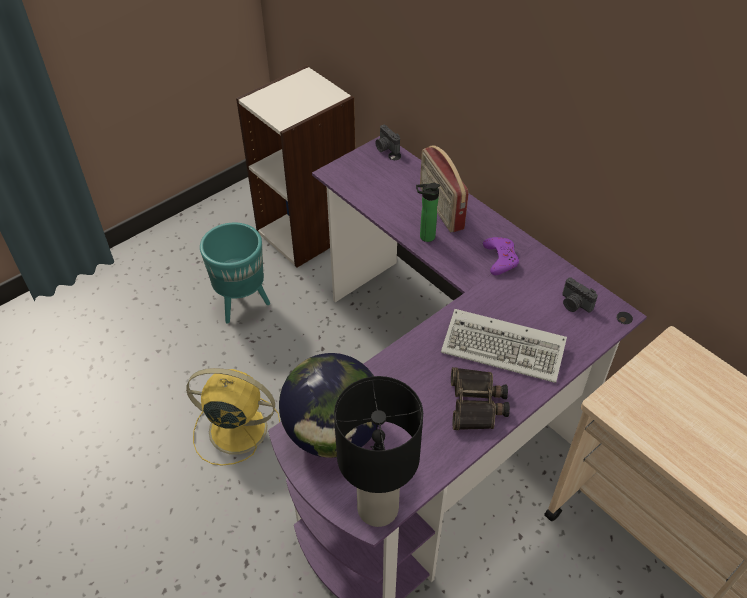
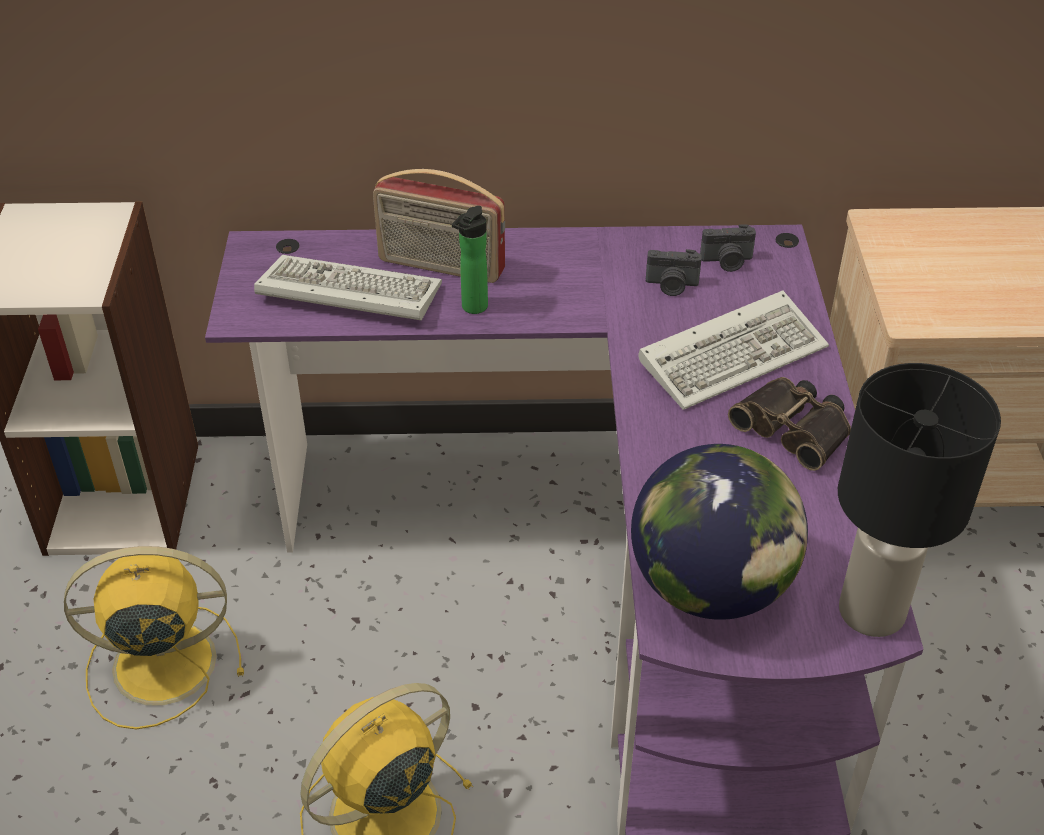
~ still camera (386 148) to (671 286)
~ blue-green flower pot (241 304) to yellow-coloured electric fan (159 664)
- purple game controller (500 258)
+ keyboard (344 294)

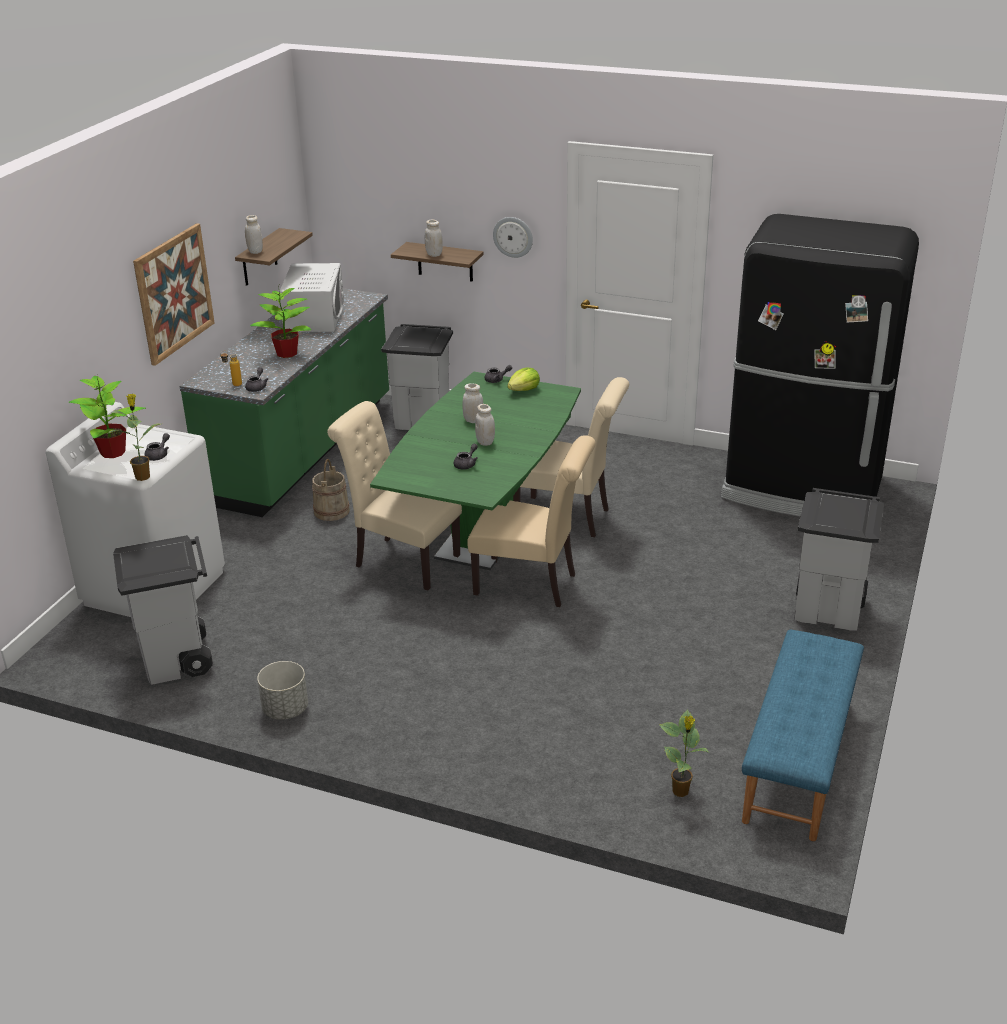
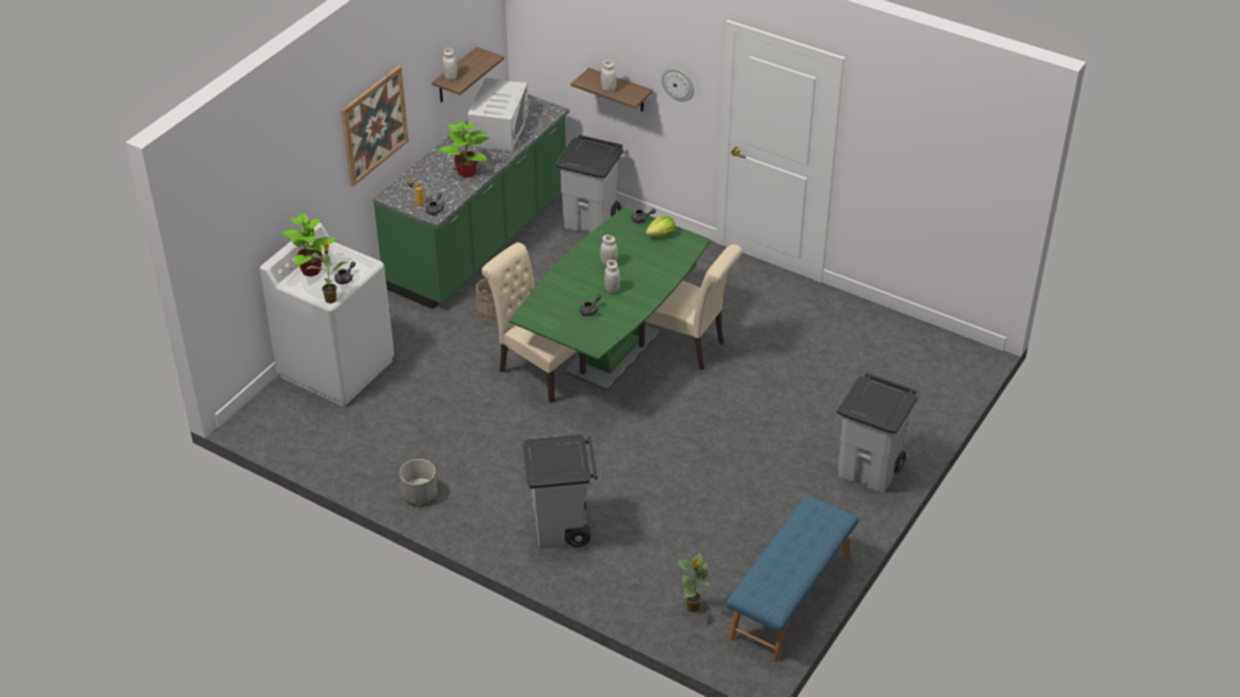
- black-coloured refrigerator (803 489)
- beige plain chair (532 584)
~ greyish waste bin (178 661) to (562 529)

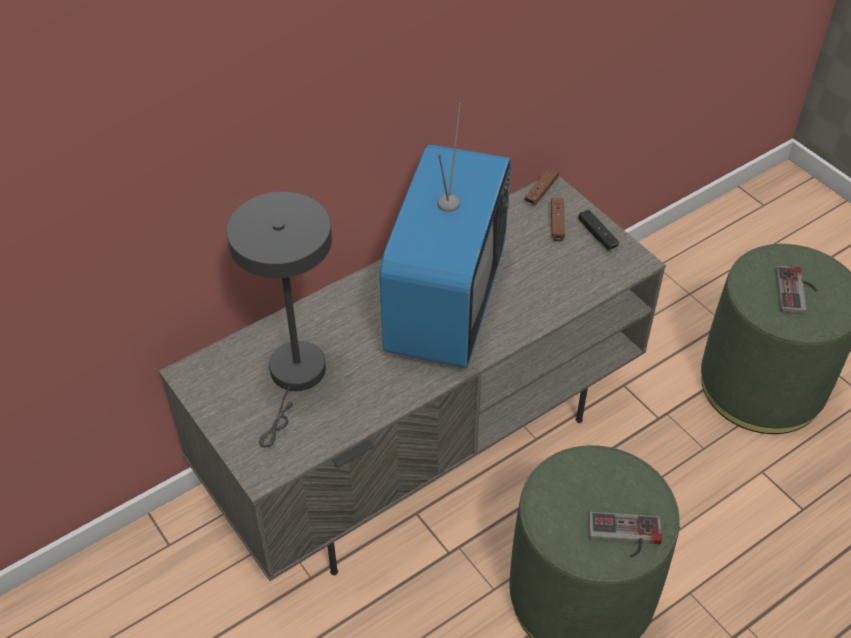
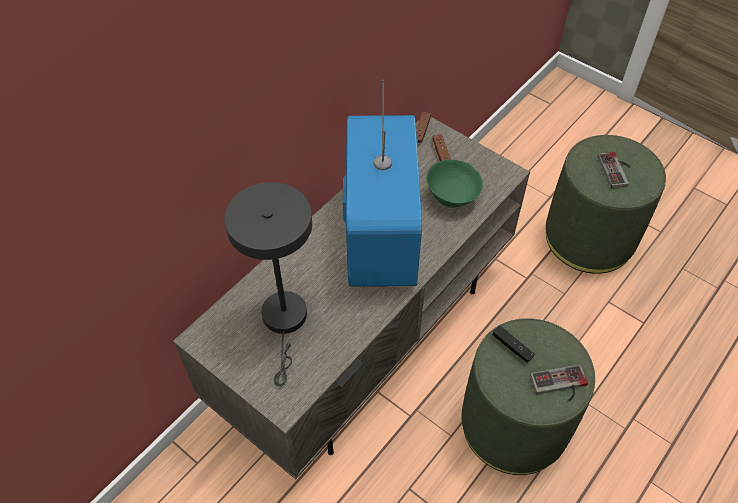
~ black-coloured game controller (597 235) to (512 347)
+ greenish deep dish (452 198)

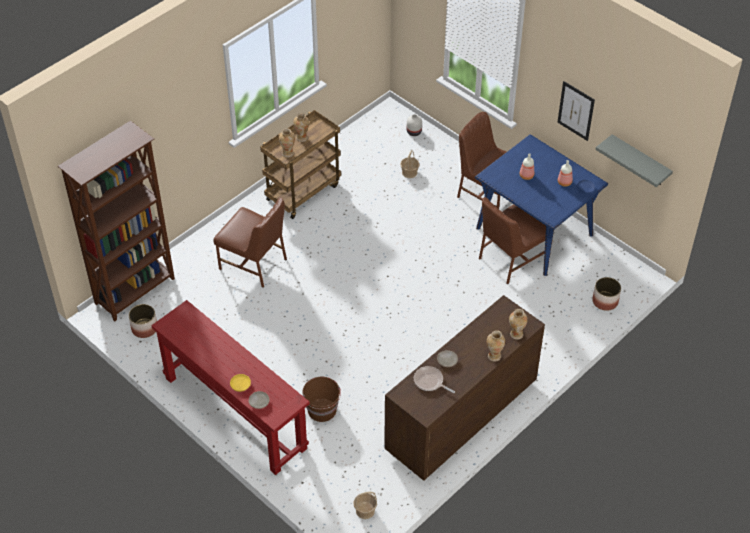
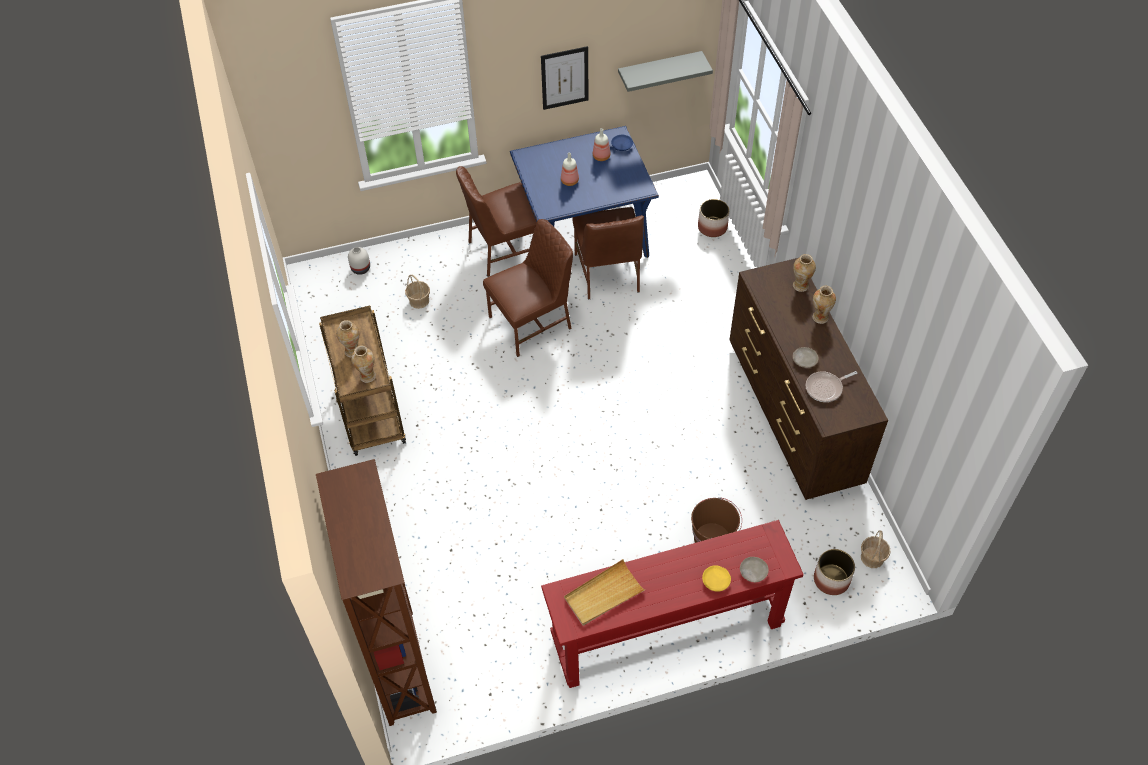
~ brown-coloured plain chair (254 264) to (532 323)
~ flower pot (144 328) to (831 579)
+ beige tray (603 594)

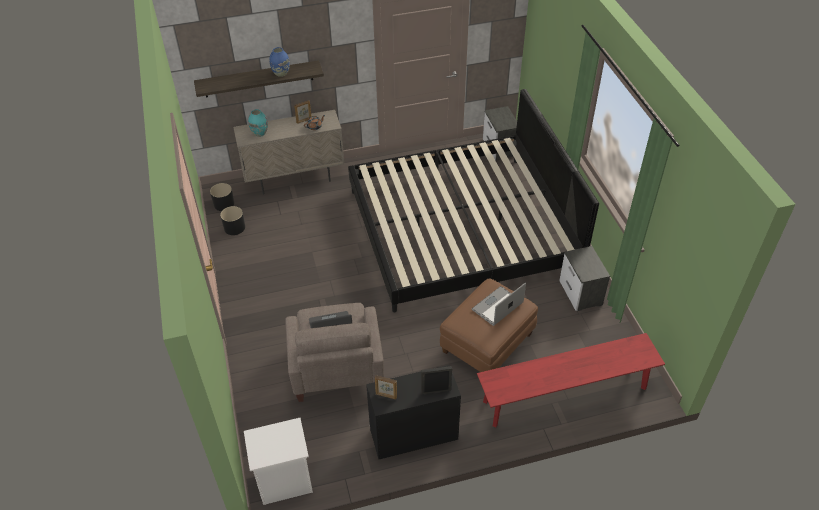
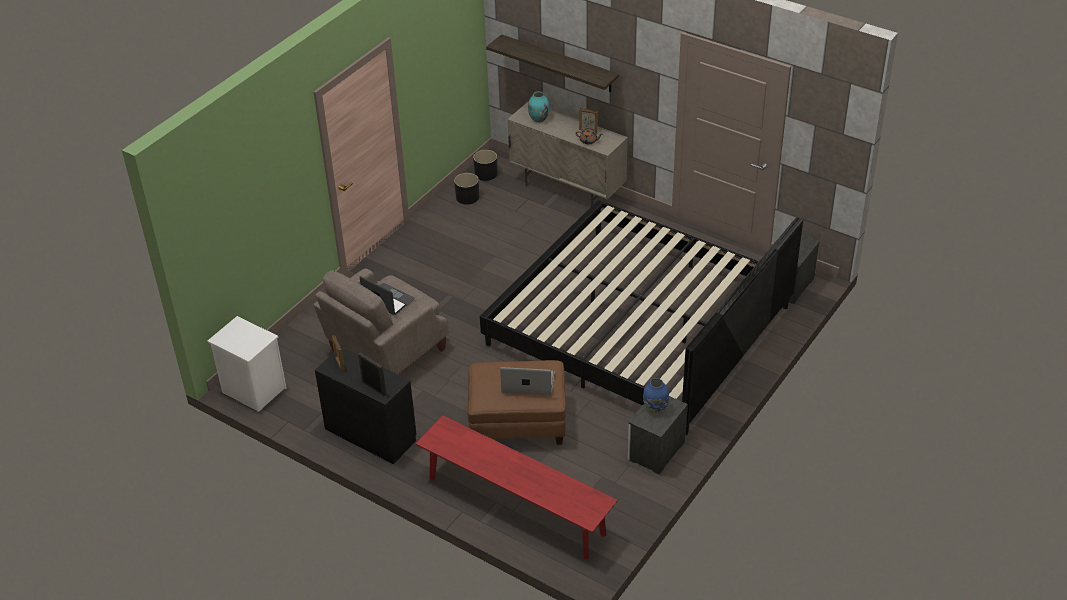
~ blue-coloured vase (281 73) to (655 408)

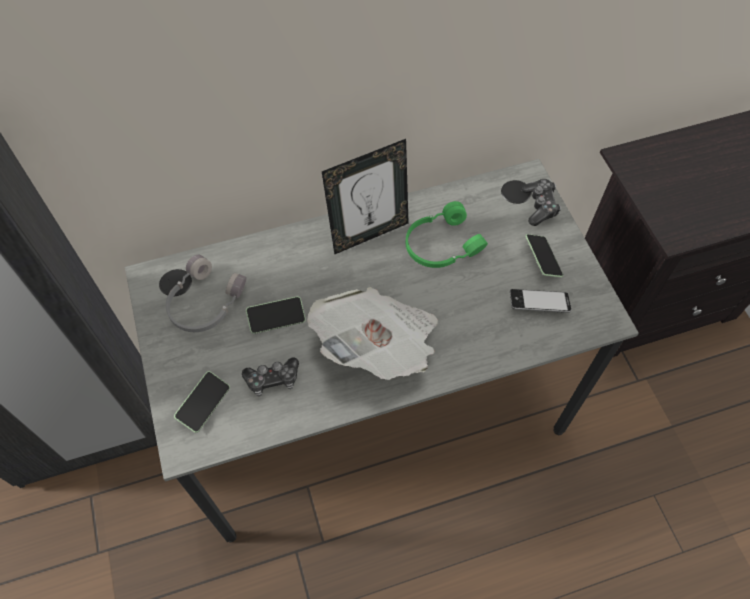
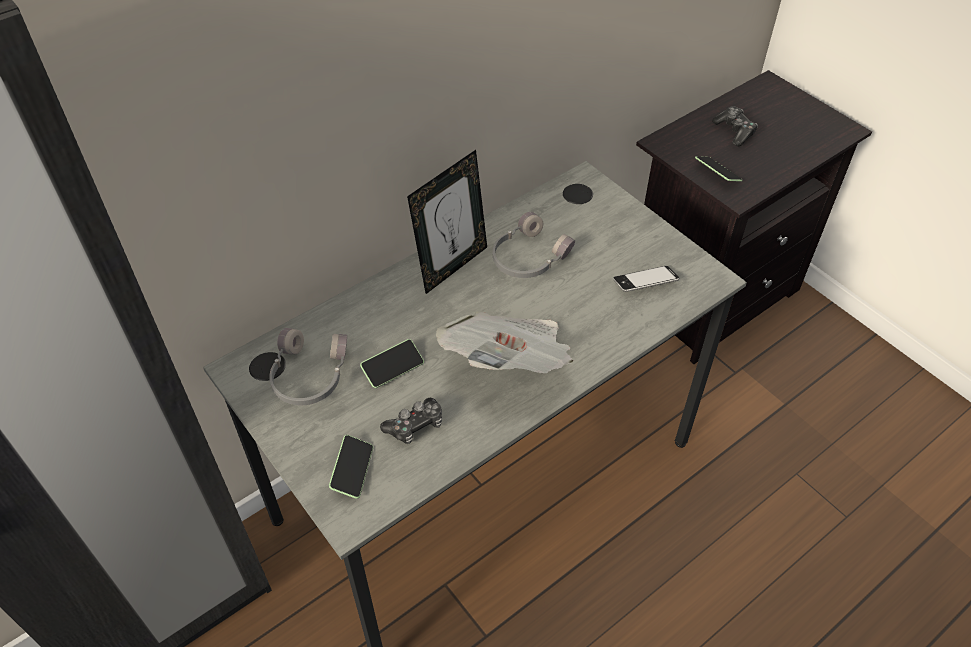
~ game controller (540 206) to (734 131)
~ greenish pair of headphones (441 244) to greyish pair of headphones (528 257)
~ phone (542 259) to (716 174)

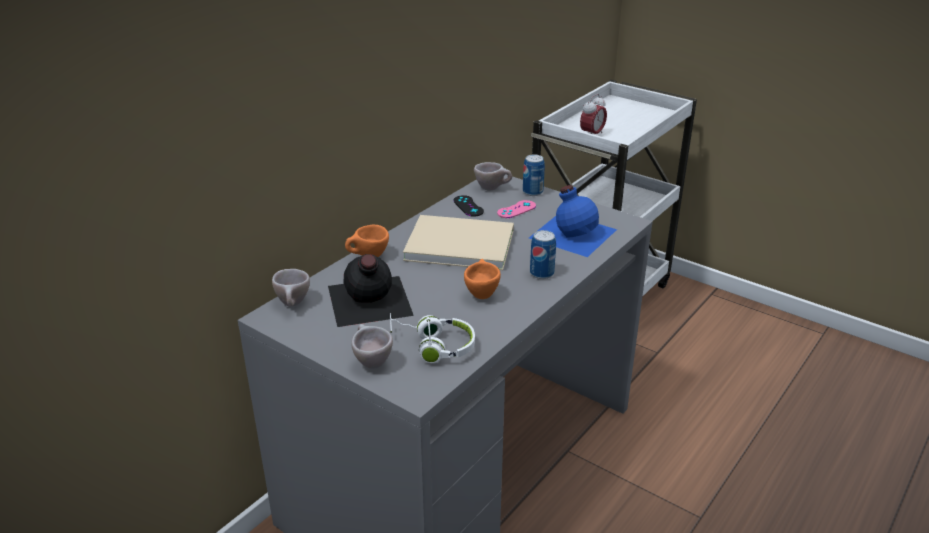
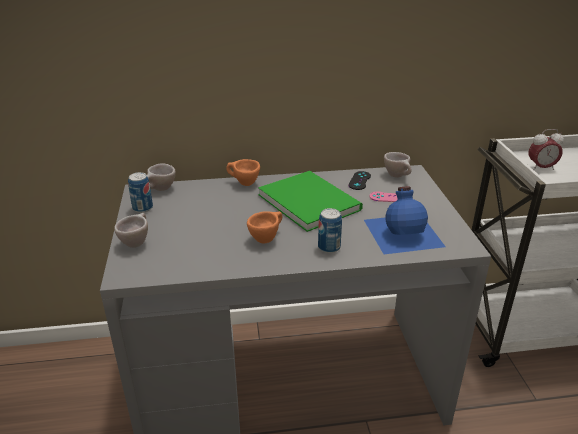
~ metal can (532 192) to (142 208)
~ beige book (457 243) to greenish book (309 200)
- black-coloured beverage bottle (368 301)
- white pair of headphones (432 346)

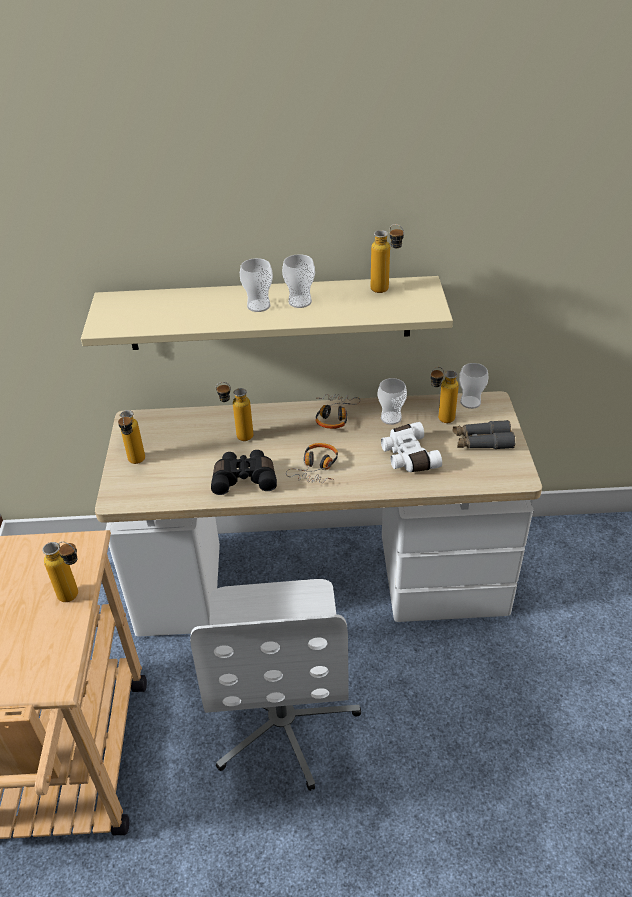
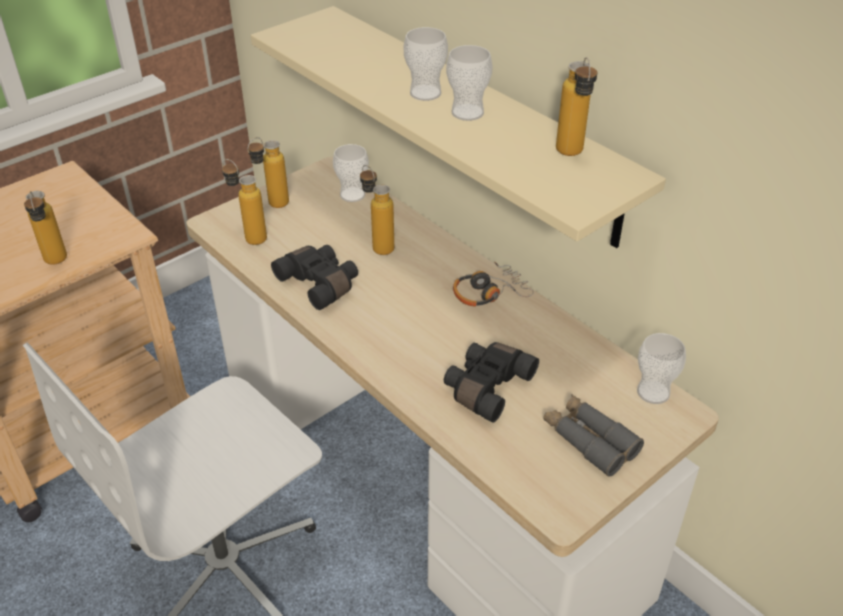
~ beverage bottle (440 420) to (249 236)
~ small cup (391 418) to (352 195)
~ white field glasses (407 456) to black-coloured field glasses (486 386)
- pair of headphones (316 468)

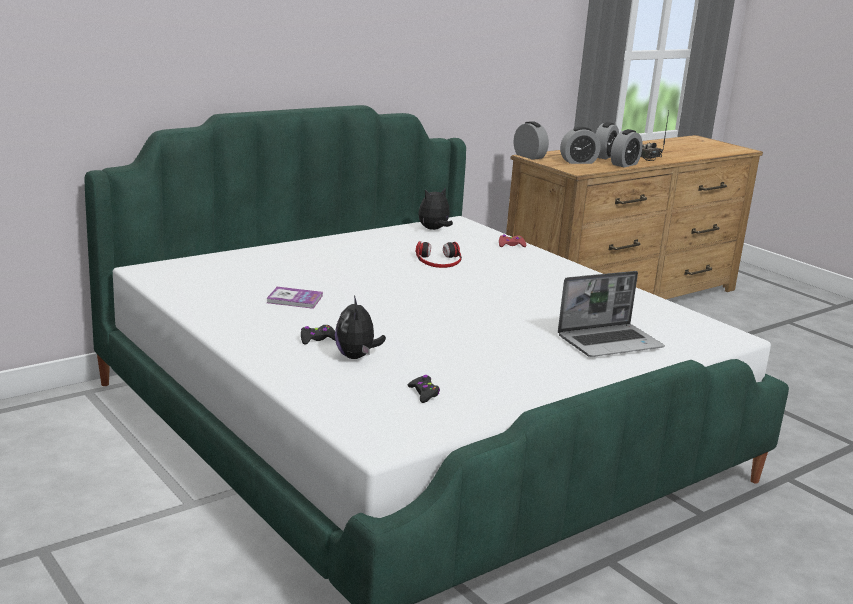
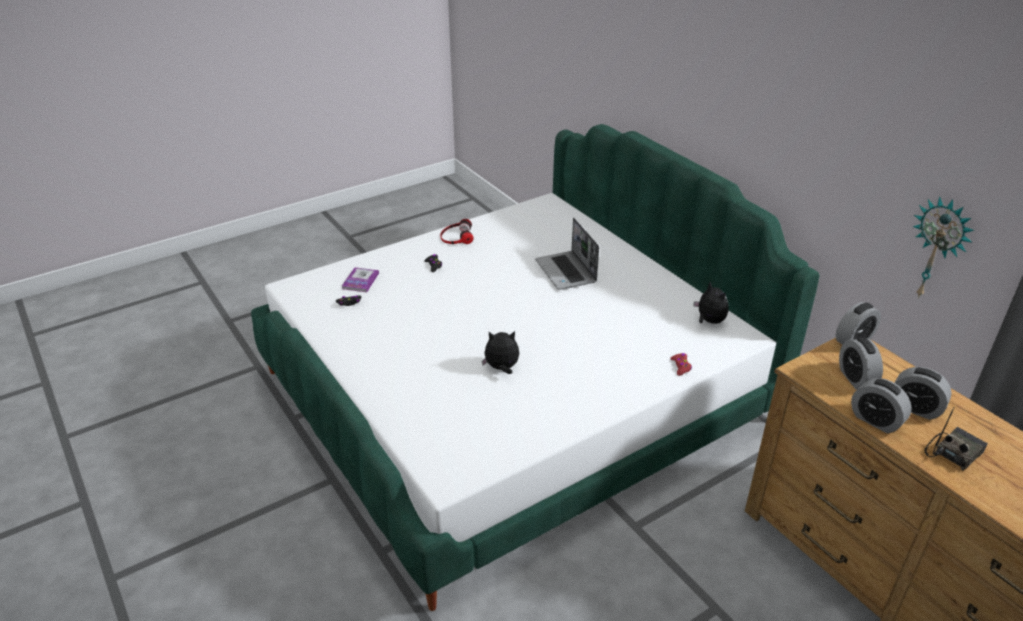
~ pair of headphones (438 261) to (456 237)
~ notebook computer (610 342) to (566 272)
~ book (294 299) to (360 281)
~ soft toy (356 357) to (502 368)
+ clock on the wall (937 249)

